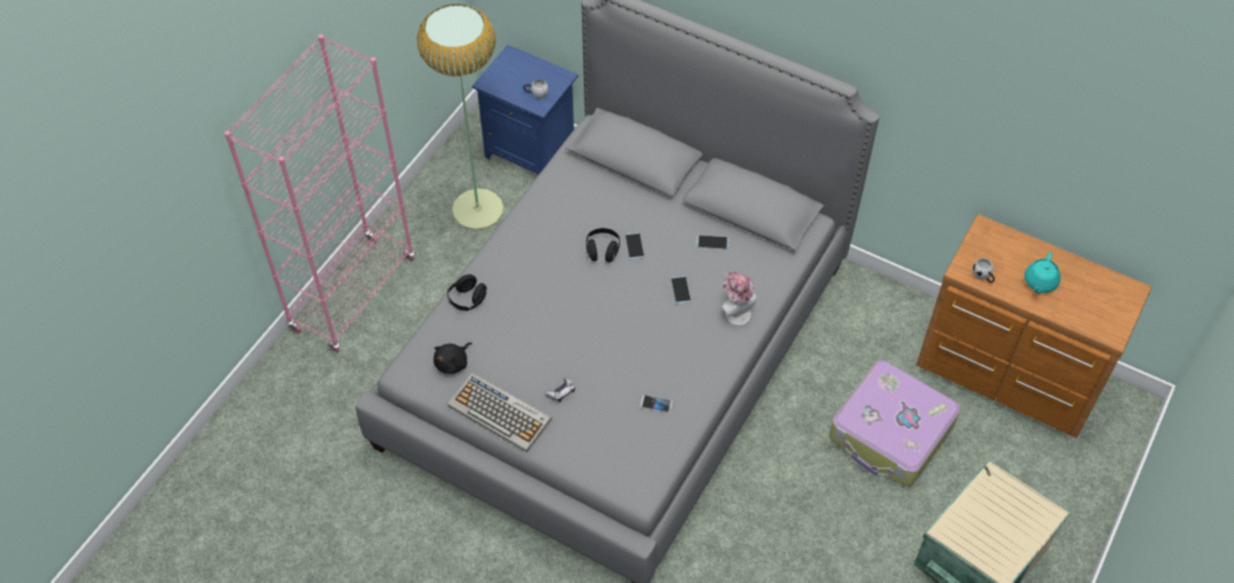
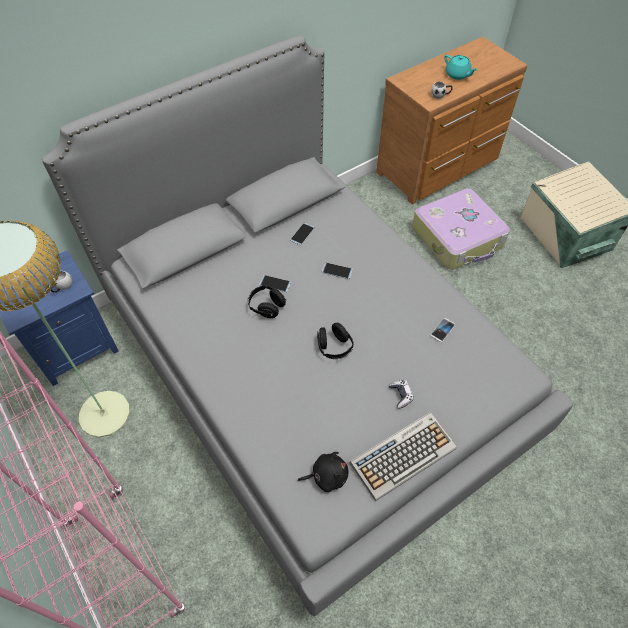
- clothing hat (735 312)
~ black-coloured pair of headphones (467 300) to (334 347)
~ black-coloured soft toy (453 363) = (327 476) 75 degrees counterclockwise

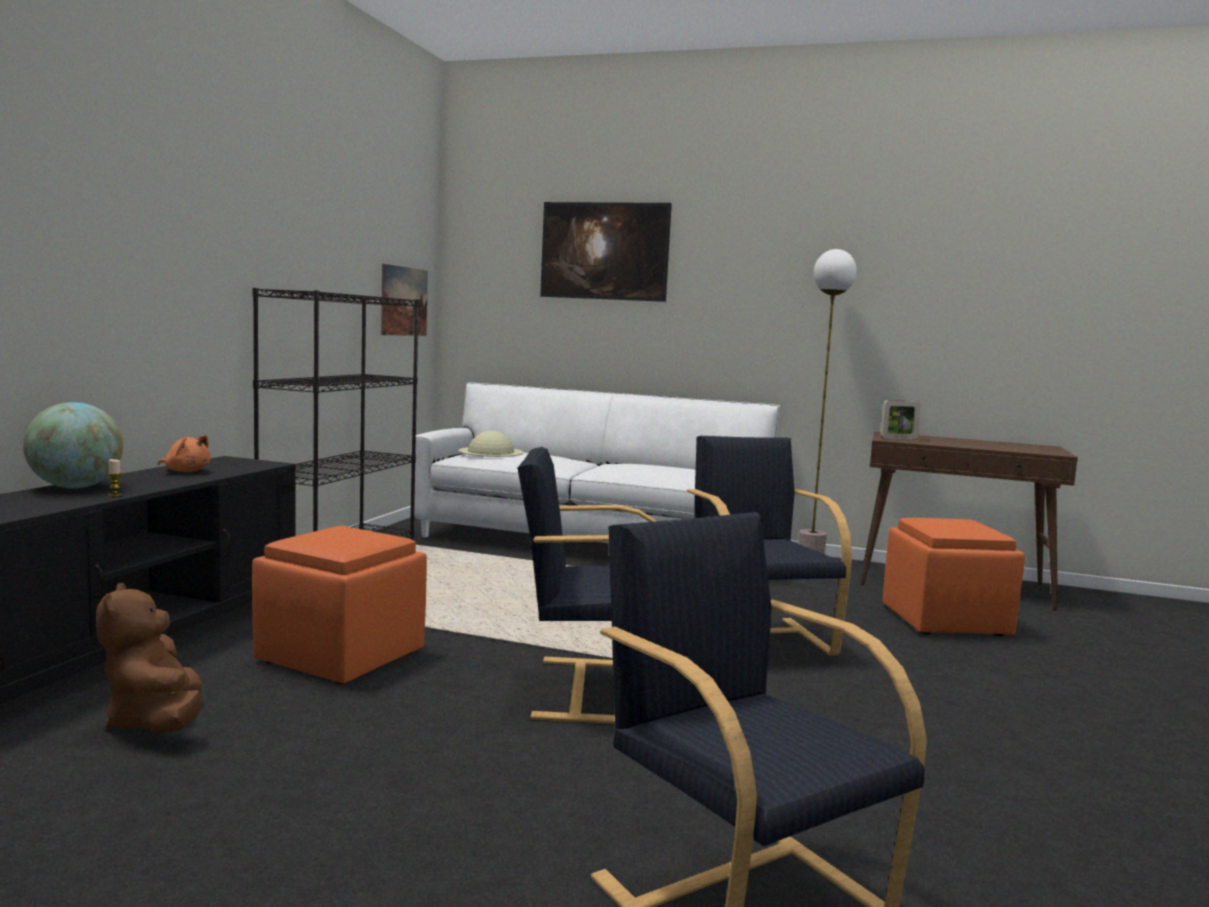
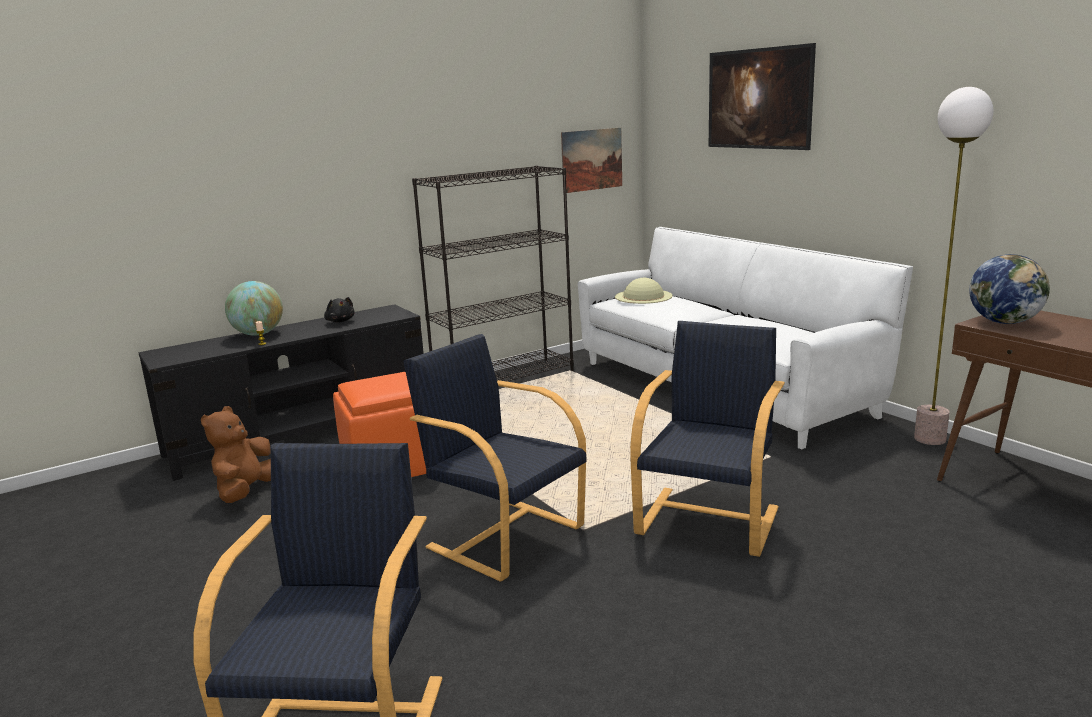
~ picture frame (898 438) to world globe (1004 322)
~ orange soft toy (186 471) to black-coloured soft toy (340 321)
- orange pouffe (946 621)

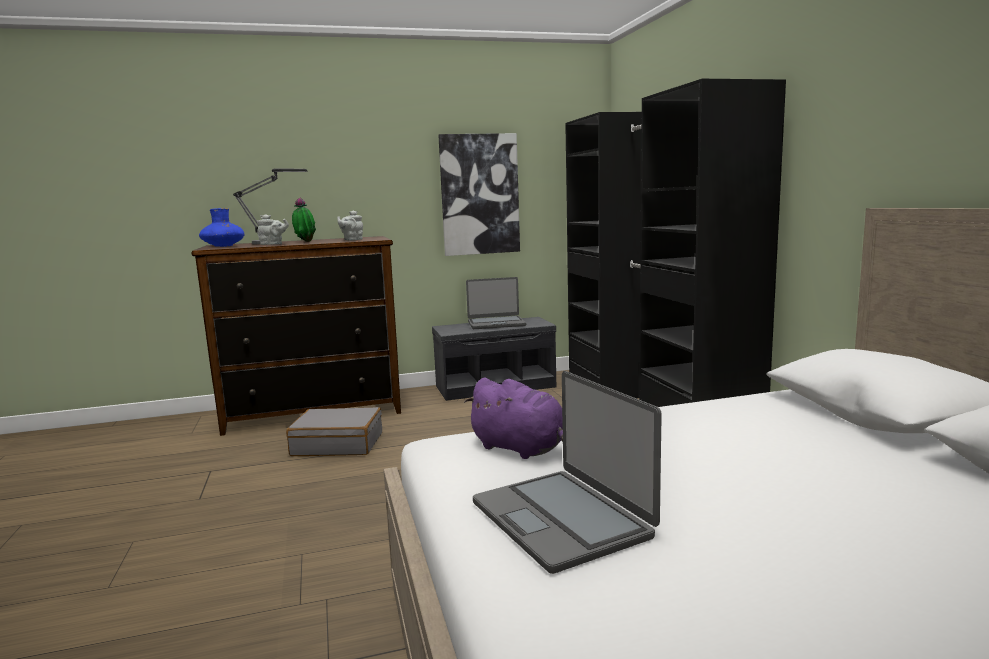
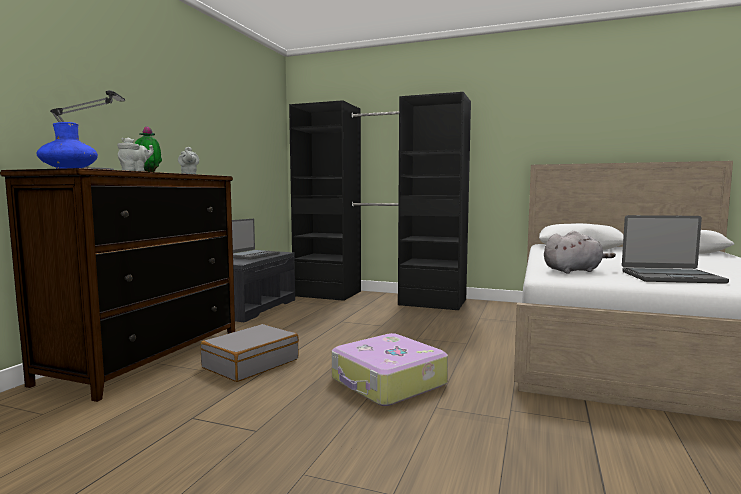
- picture (479 194)
~ purple soft toy (521 449) to greyish soft toy (574 271)
+ suitcase (388 382)

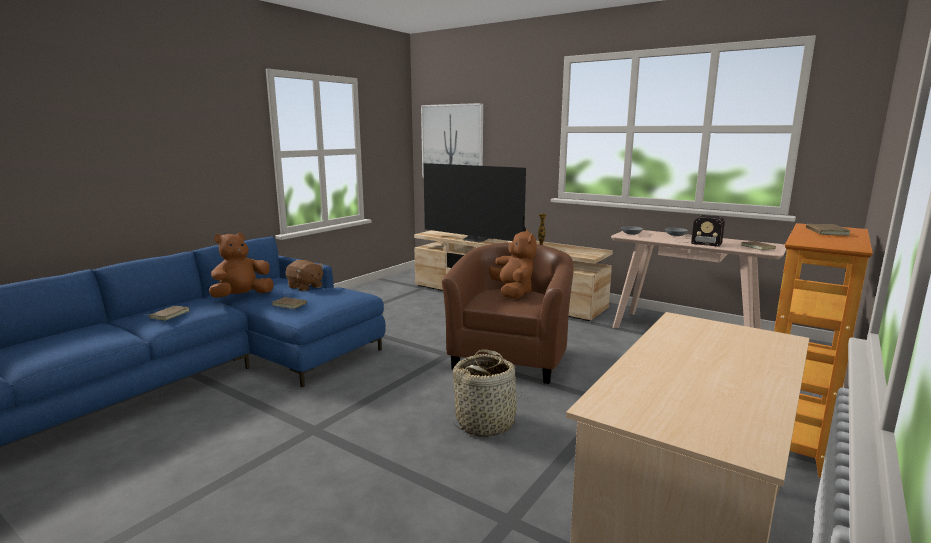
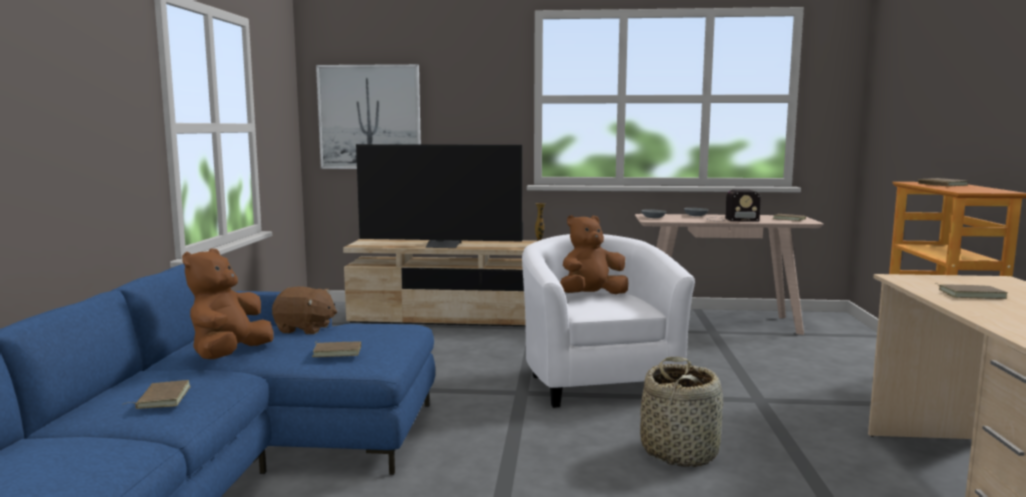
~ brown-coloured soft toy (513 292) = (591 296) 75 degrees counterclockwise
~ brown-coloured lounge chair (511 357) to white lounge chair (597 380)
+ brown-coloured book (971 294)

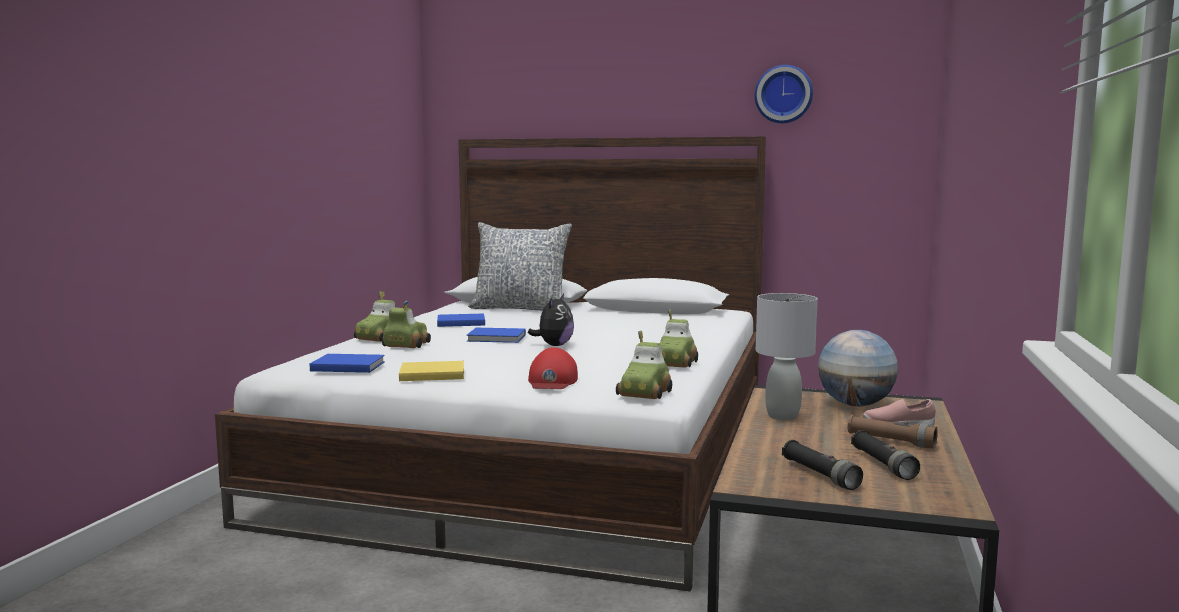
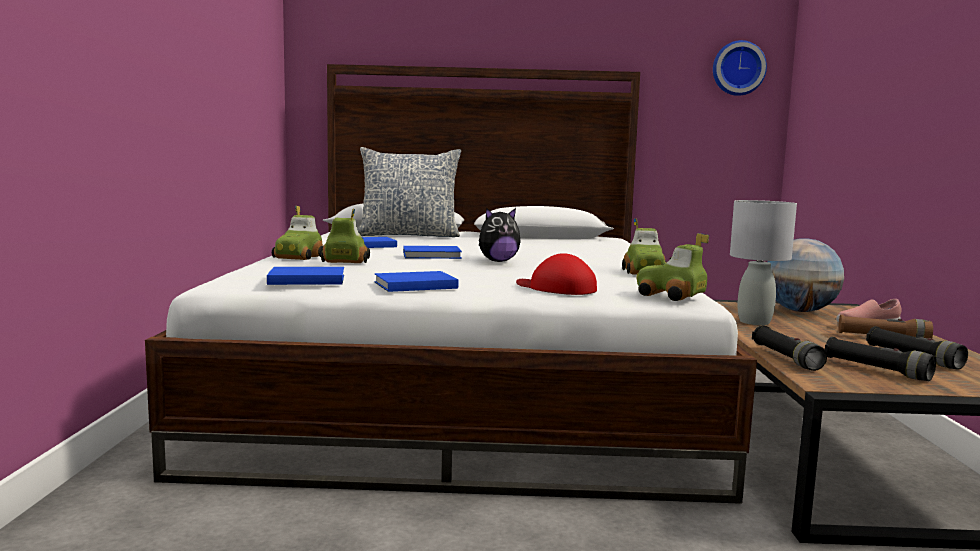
~ clock on the wall (783 94) to (738 68)
~ soft toy (554 345) = (498 261) 60 degrees clockwise
~ model car (645 393) = (670 296) 120 degrees clockwise
~ red peaked cap (552 381) = (556 288) 135 degrees clockwise
~ yellow-coloured book (430 374) to blue-coloured book (413 285)
+ black-coloured hand torch (786 358)

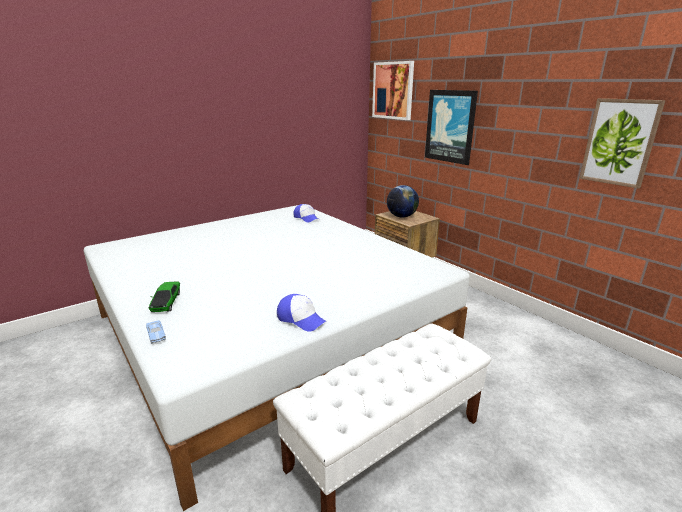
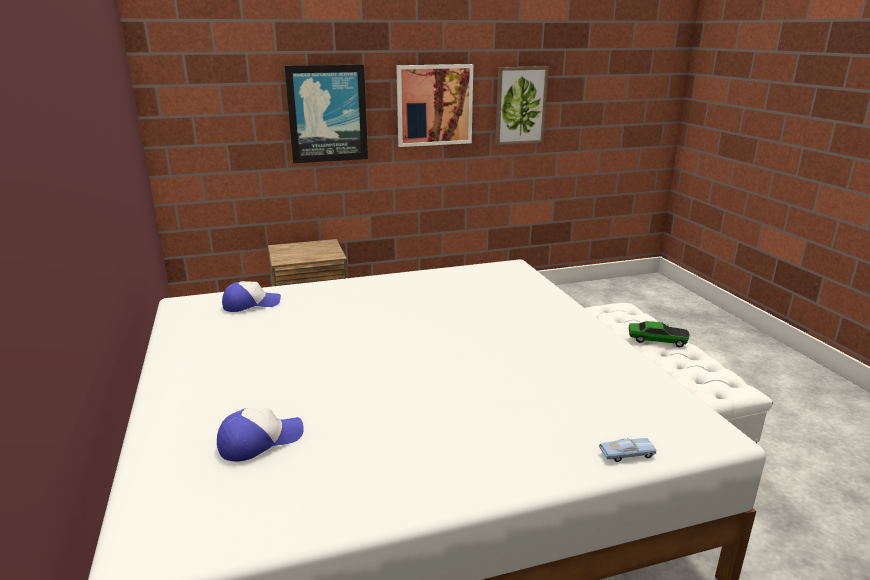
~ picture (393 90) to (434 105)
- world globe (401 216)
~ model car (166 302) to (657 340)
~ peaked cap (301 319) to (260 440)

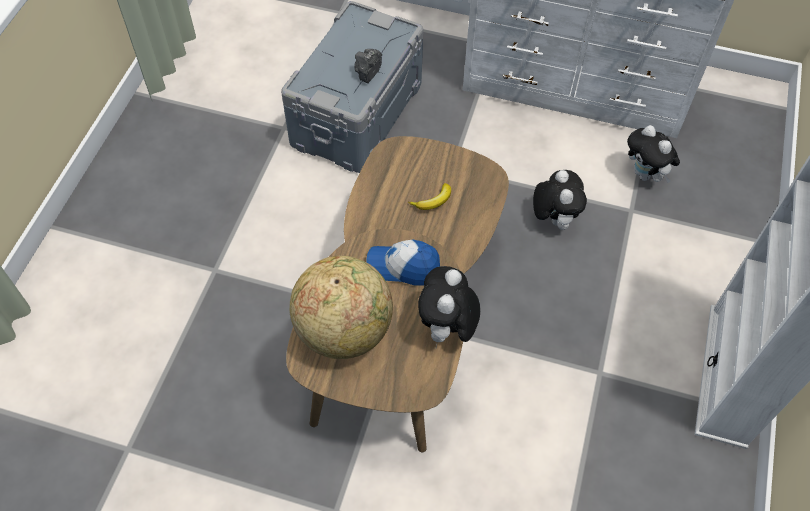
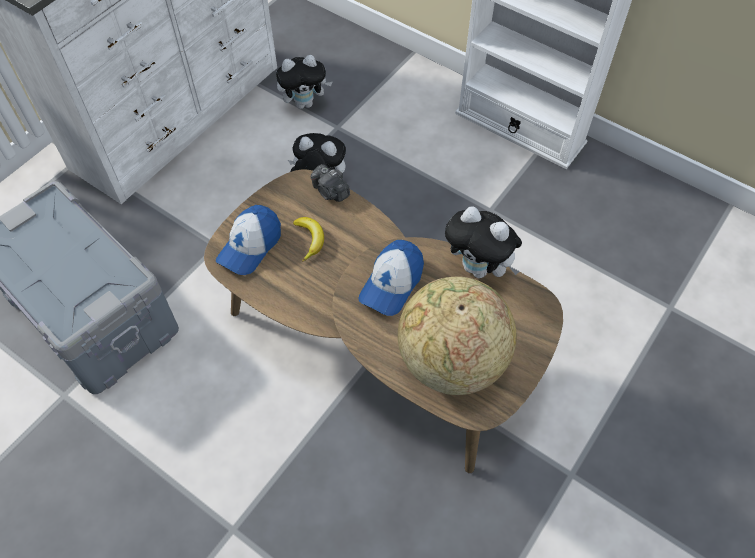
~ still camera (368 72) to (330 192)
+ peaked cap (250 246)

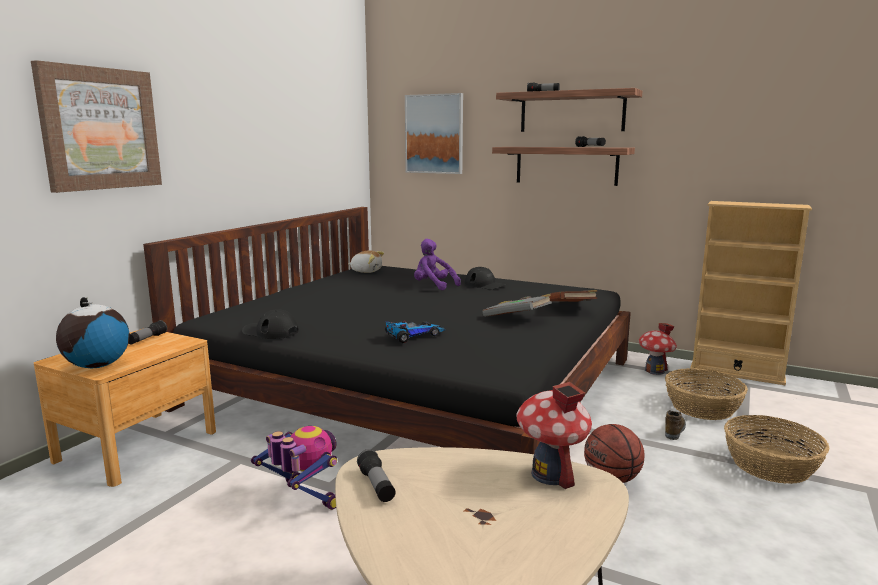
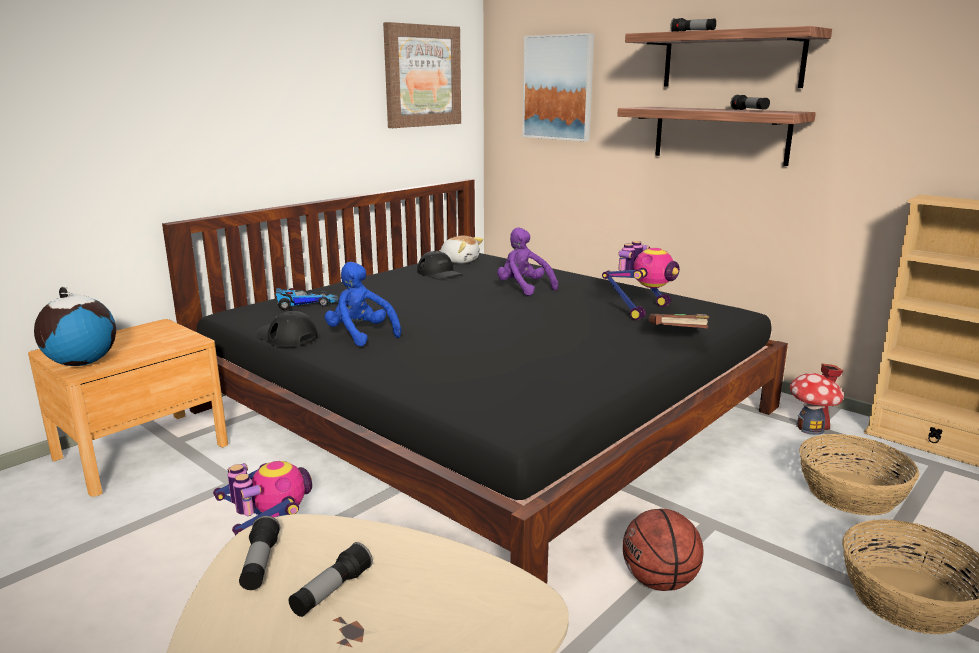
~ picture (100 129) to (422 76)
~ black-coloured peaked cap (485 285) to (439 273)
- greyish book (517 318)
~ hand torch (147 339) to (331 591)
~ model car (414 335) to (305 304)
- toy house (551 474)
- item of footwear (674 429)
+ robot figure (642 310)
+ blue-coloured soft toy (361 335)

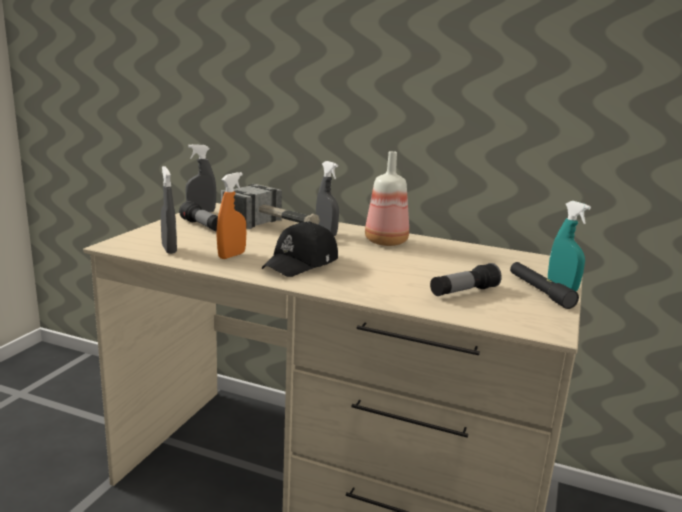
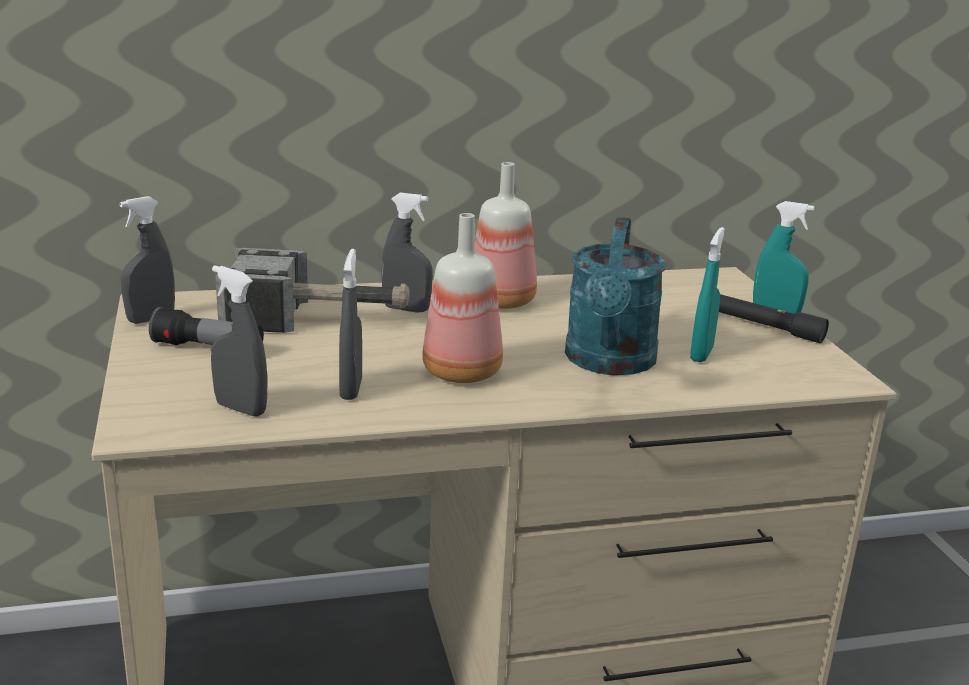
~ orange spray bottle (231 255) to greyish spray bottle (351 389)
~ black-coloured peaked cap (302 263) to beverage bottle (464 371)
~ hand torch (463 292) to blue-green spray bottle (701 354)
+ blue-green watering pot (609 363)

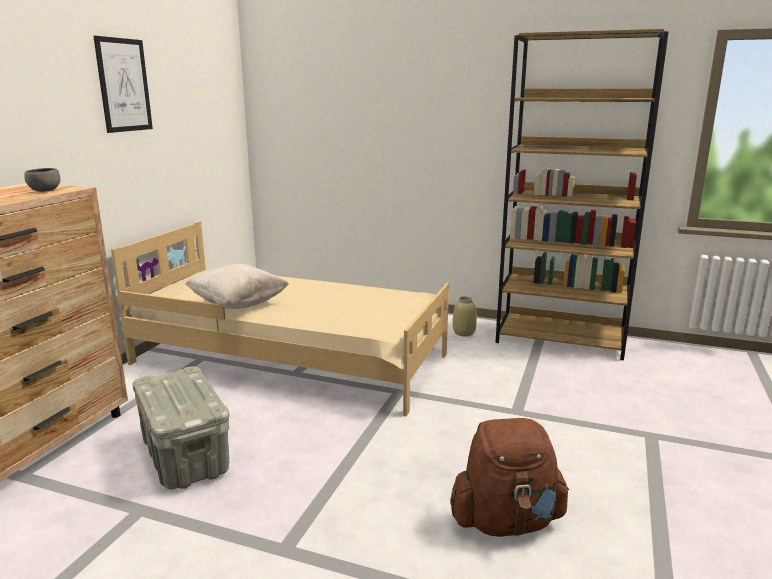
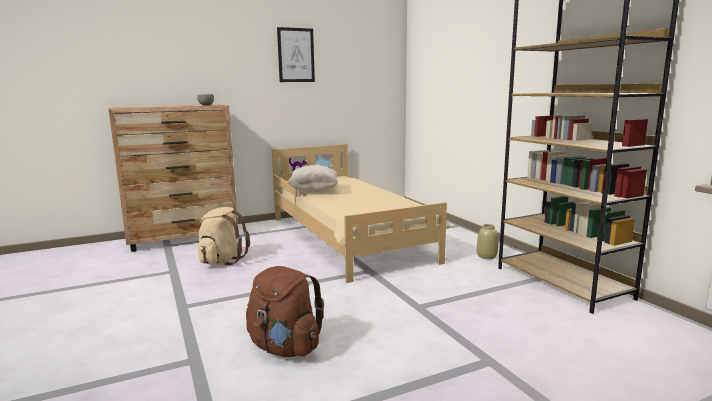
~ greyish storage box (186 457) to beige knapsack (222 261)

